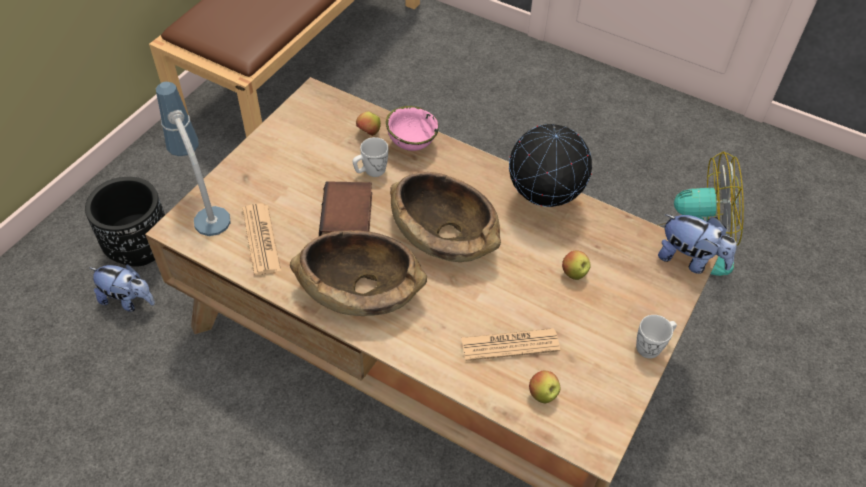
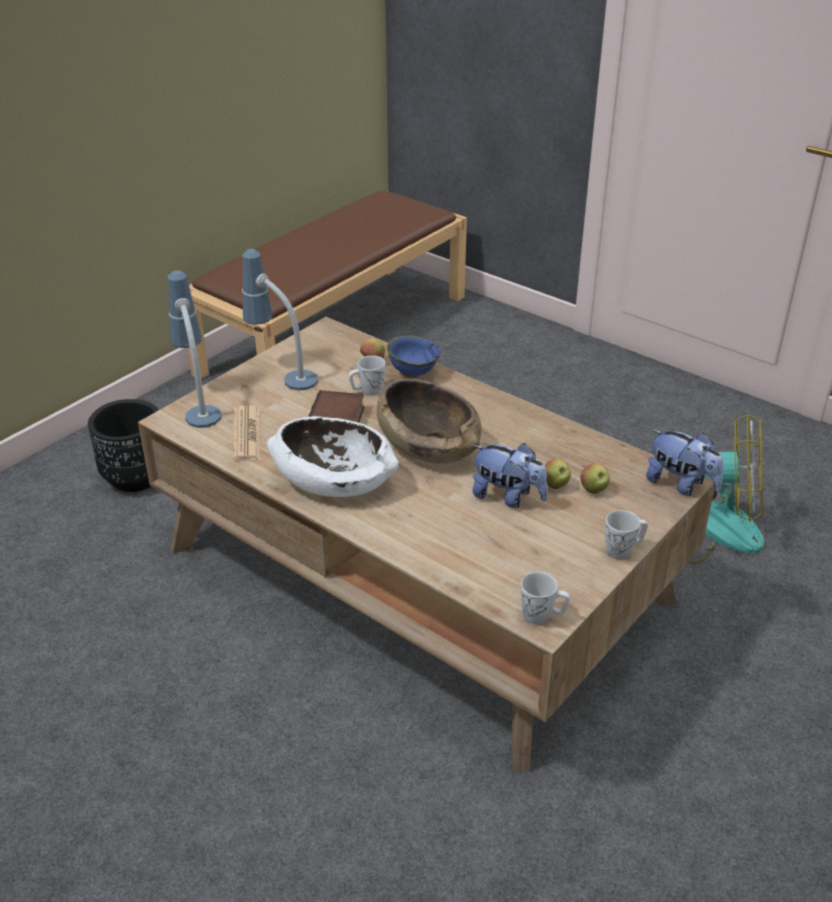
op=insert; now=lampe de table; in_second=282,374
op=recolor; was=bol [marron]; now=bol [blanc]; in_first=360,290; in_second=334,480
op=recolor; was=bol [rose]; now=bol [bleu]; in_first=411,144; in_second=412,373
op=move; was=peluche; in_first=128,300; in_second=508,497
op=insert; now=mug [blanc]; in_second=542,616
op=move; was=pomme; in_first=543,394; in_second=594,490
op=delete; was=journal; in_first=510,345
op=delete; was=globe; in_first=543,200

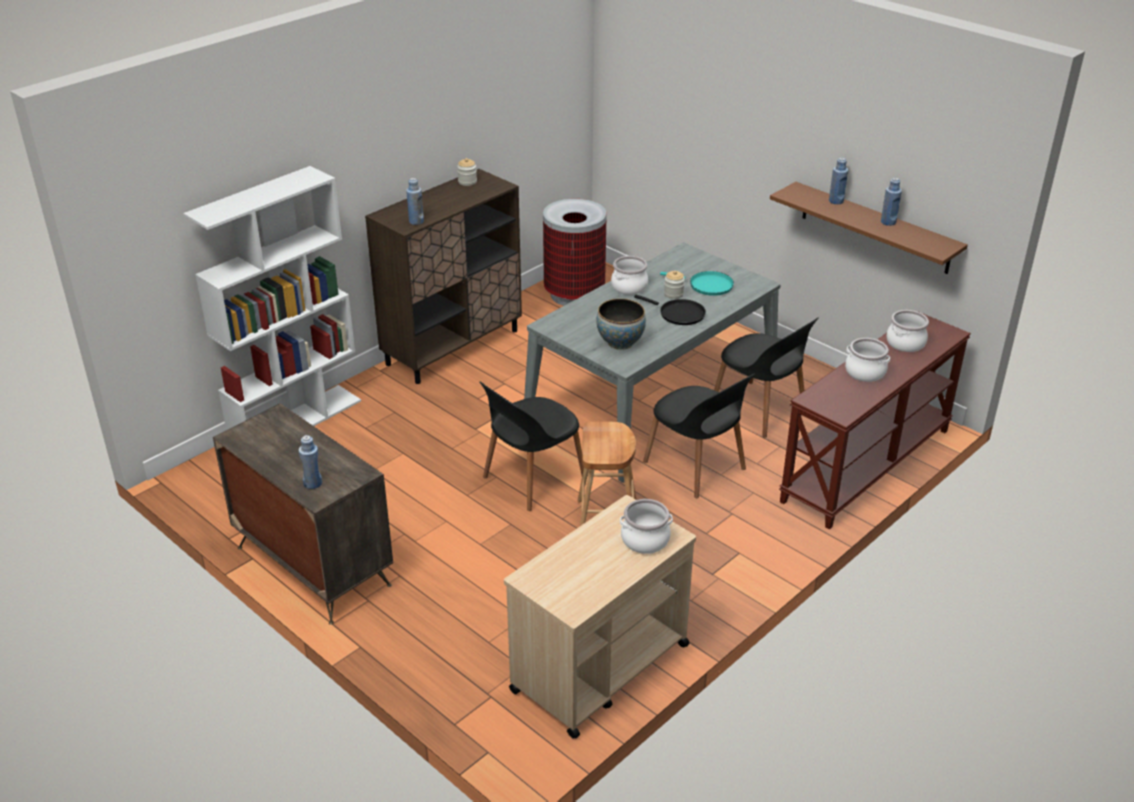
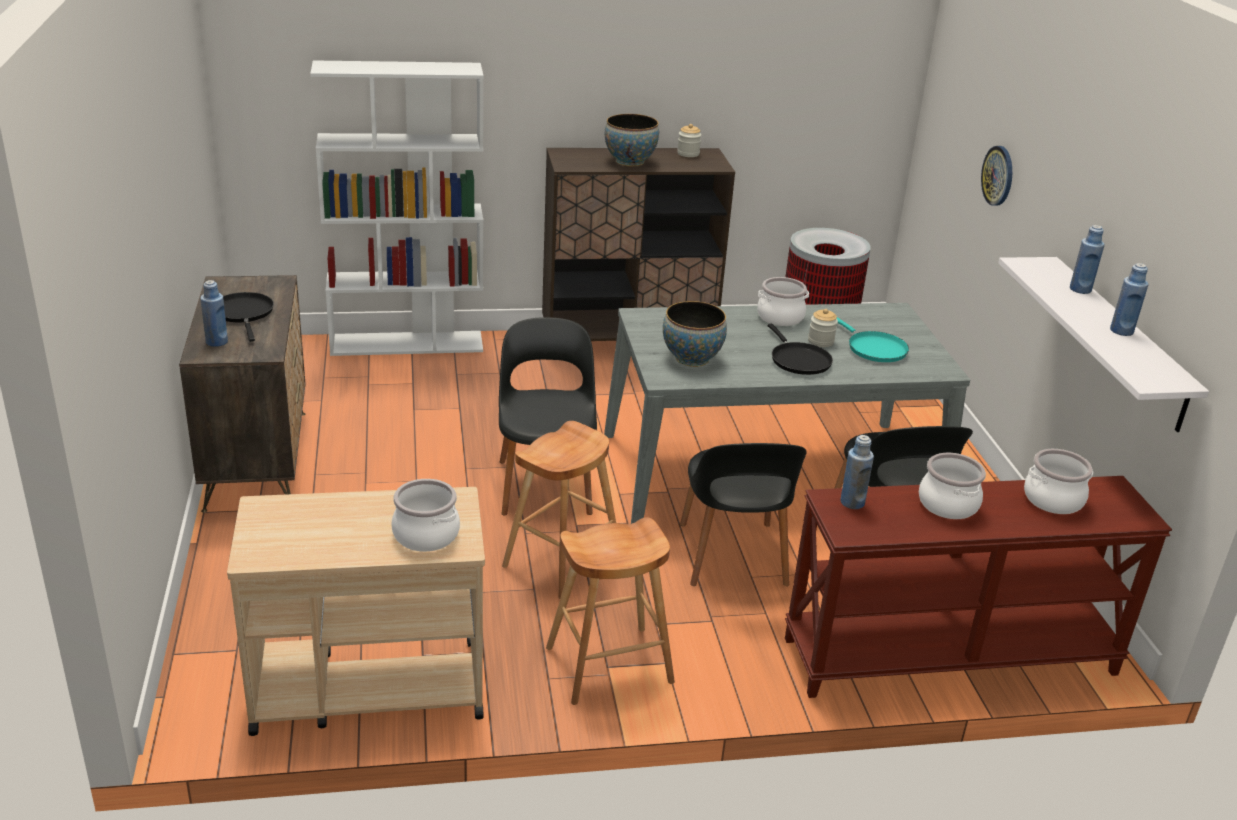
op=insert; now=poêle [noir]; in_second=244,314
op=rotate; was=chaise [noir]; in_first=532,479; in_second=545,484; clockwise=90
op=insert; now=tabouret [marron]; in_second=609,665
op=insert; now=bol; in_second=630,161
op=move; was=bouteille [bleu]; in_first=416,221; in_second=852,502
op=insert; now=horloge murale; in_second=998,175
op=recolor; was=étagère [marron]; now=étagère [blanc]; in_first=875,228; in_second=1118,342

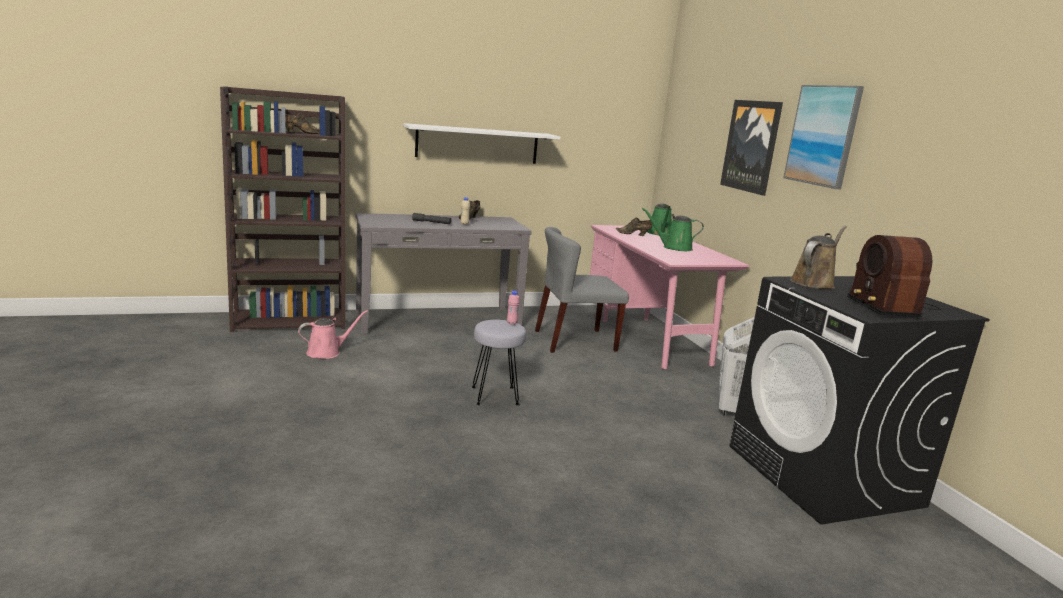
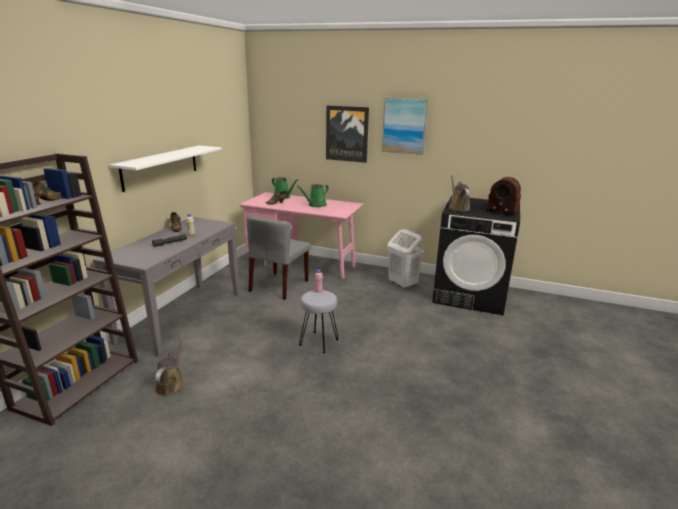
op=recolor; was=arrosoir [rose]; now=arrosoir [marron]; in_first=327,352; in_second=171,384

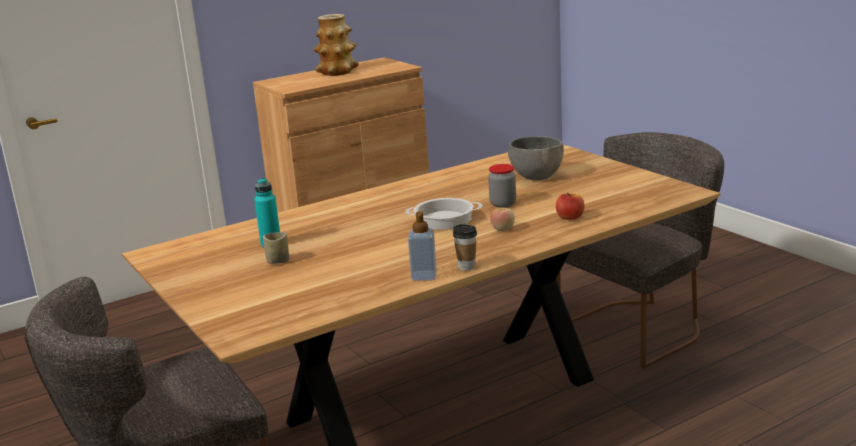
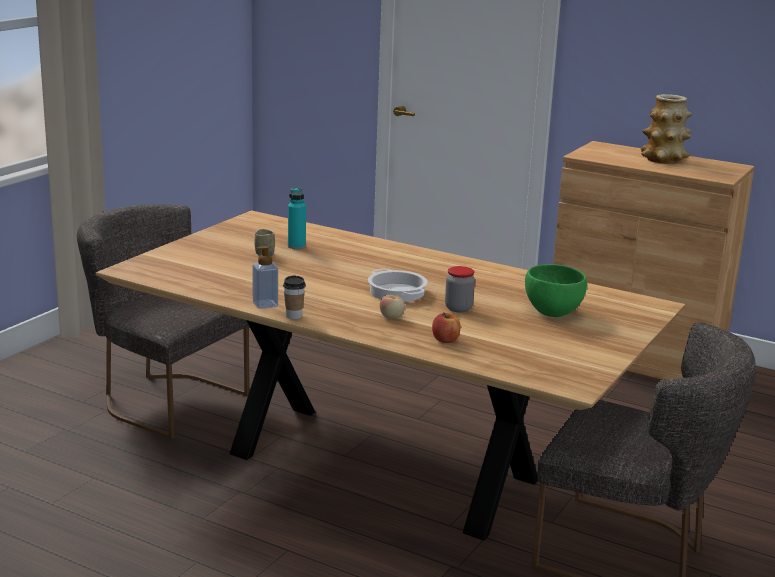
op=recolor; was=bol [gris]; now=bol [vert]; in_first=537,176; in_second=553,312

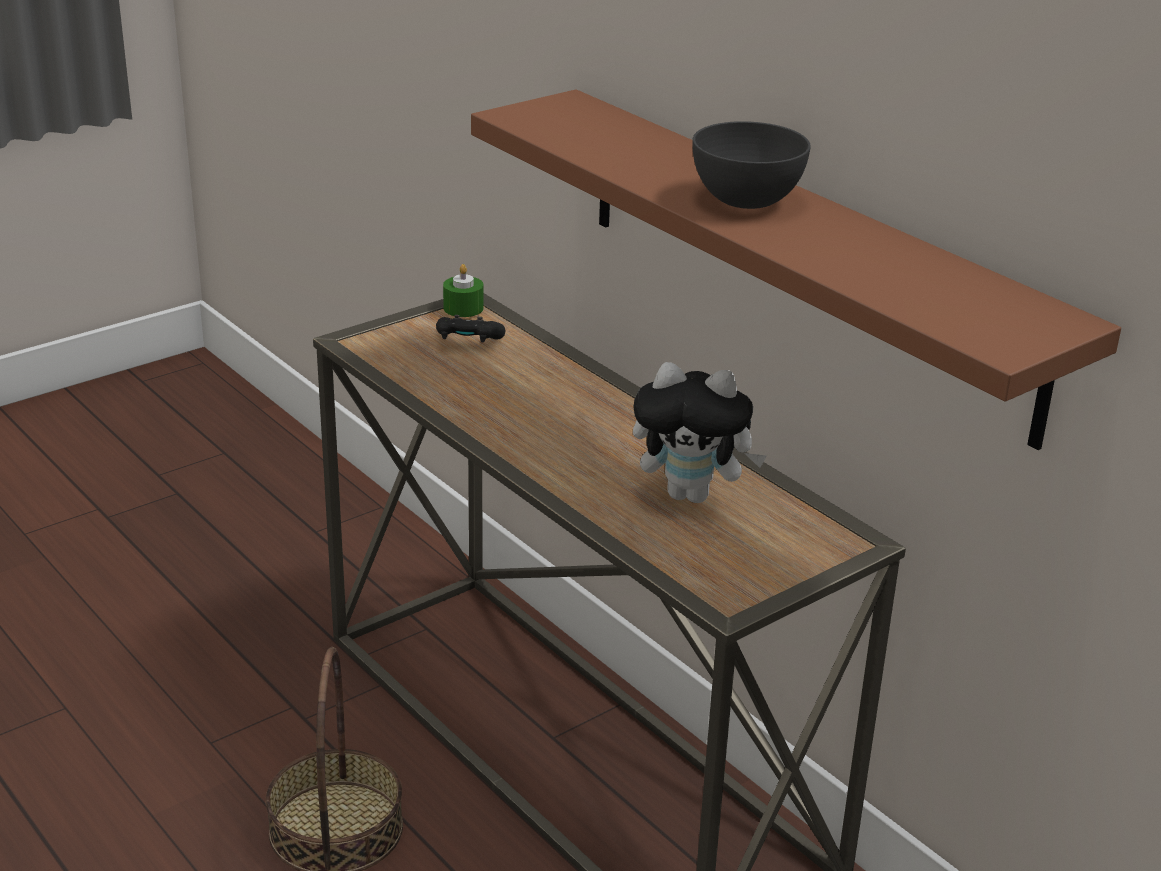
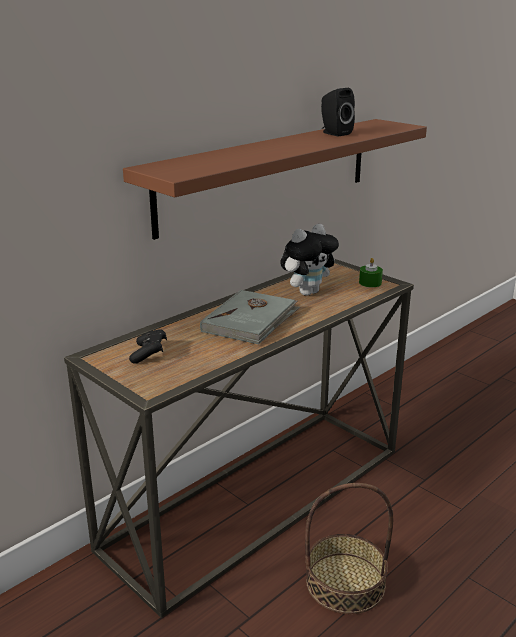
op=insert; now=livre [gris]; in_second=251,320
op=rotate; was=peluche; in_first=692,494; in_second=307,292; clockwise=45
op=insert; now=enceinte [noir]; in_second=334,133
op=move; was=bougie [vert]; in_first=463,308; in_second=370,283
op=delete; was=bol [gris]; in_first=746,201

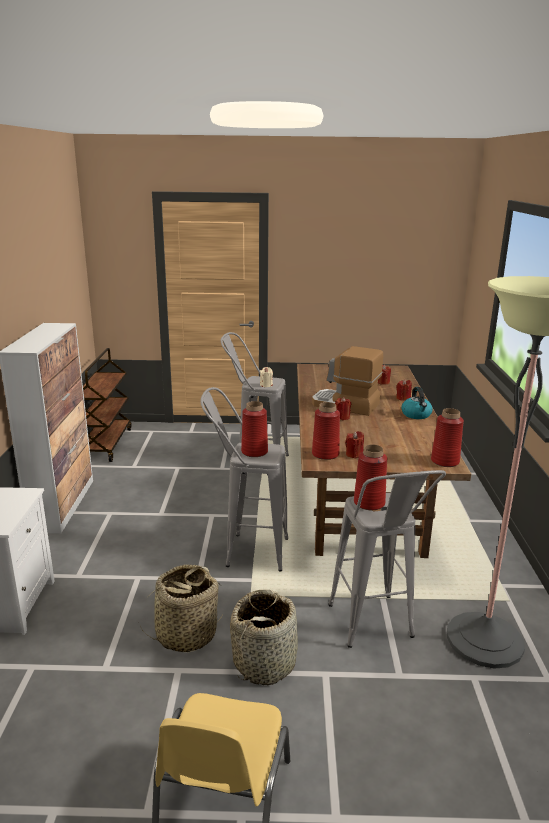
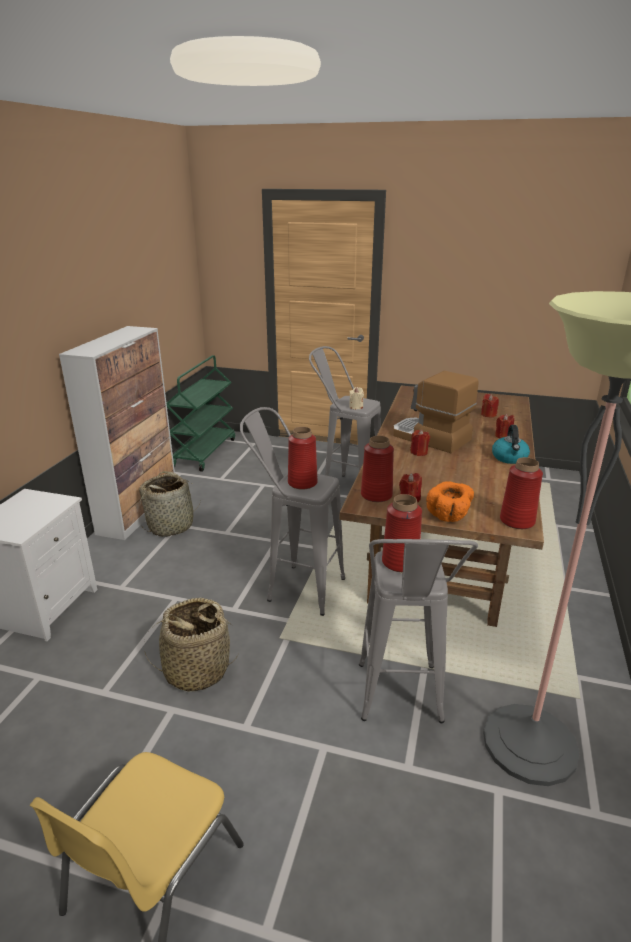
op=move; was=panier; in_first=265,662; in_second=171,525
op=recolor; was=chariot [marron]; now=chariot [vert]; in_first=105,444; in_second=204,452
op=insert; now=bol [orange]; in_second=449,516

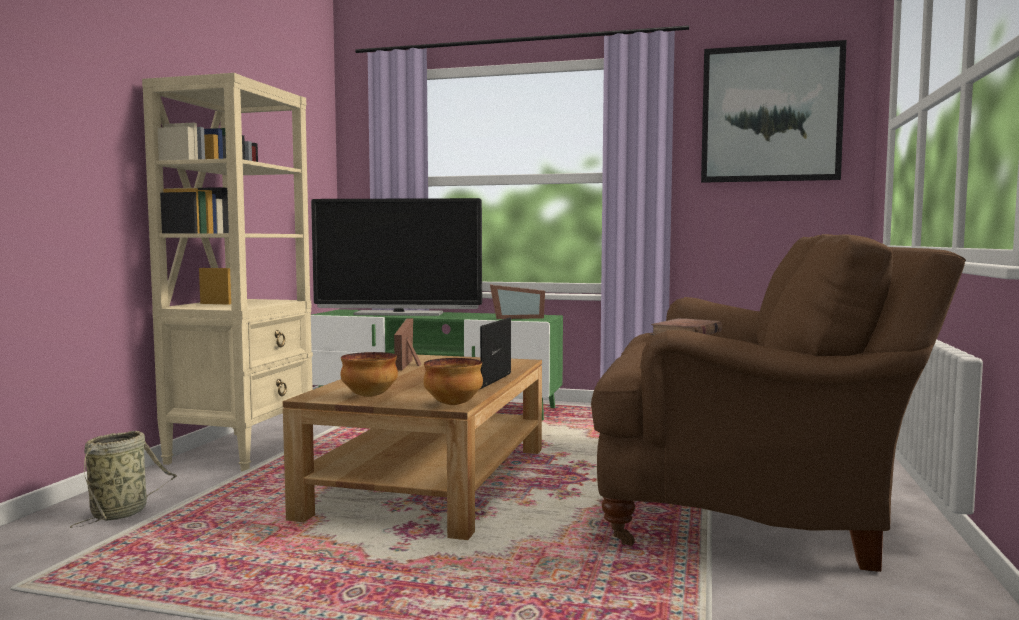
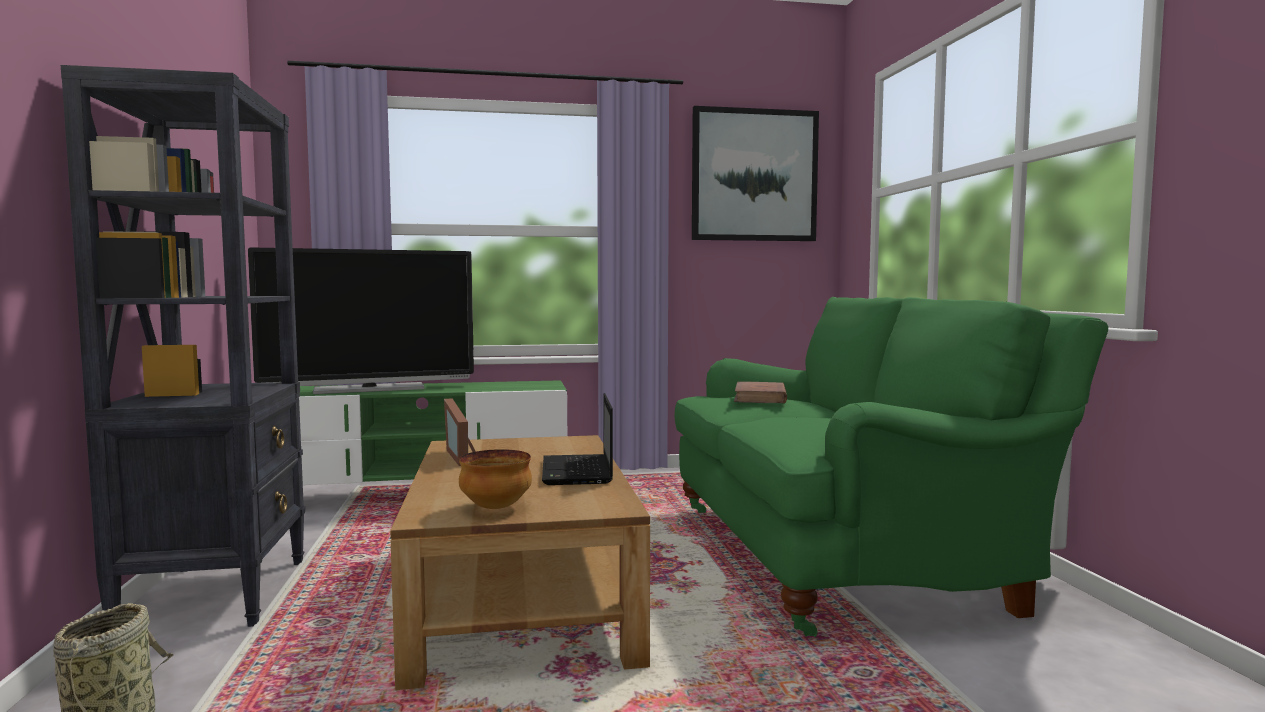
op=recolor; was=bibliothèque [beige]; now=bibliothèque [noir]; in_first=242,450; in_second=217,594
op=recolor; was=canapé [marron]; now=canapé [vert]; in_first=747,494; in_second=840,555
op=delete; was=bol; in_first=454,404
op=delete; was=cadre photo; in_first=516,317

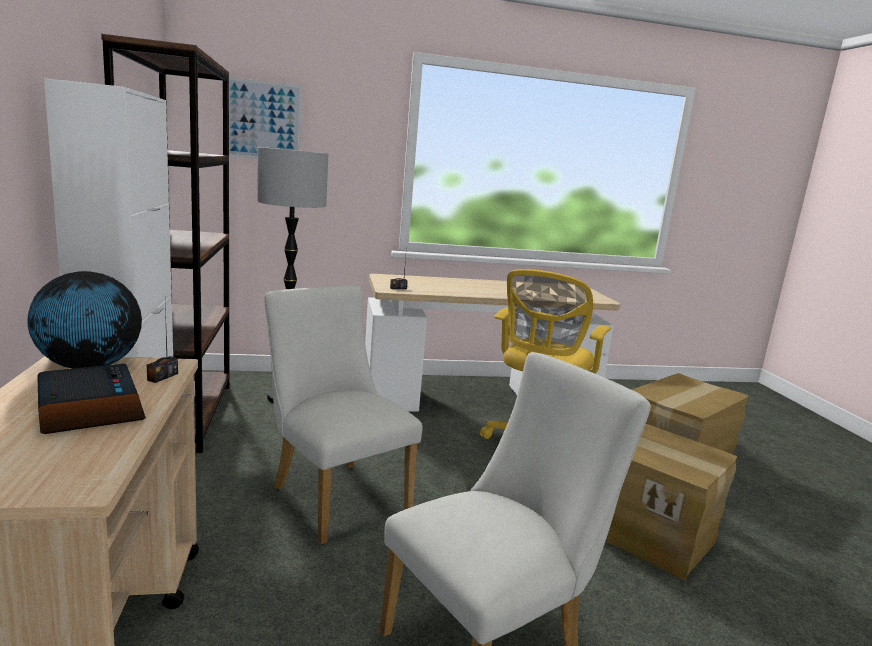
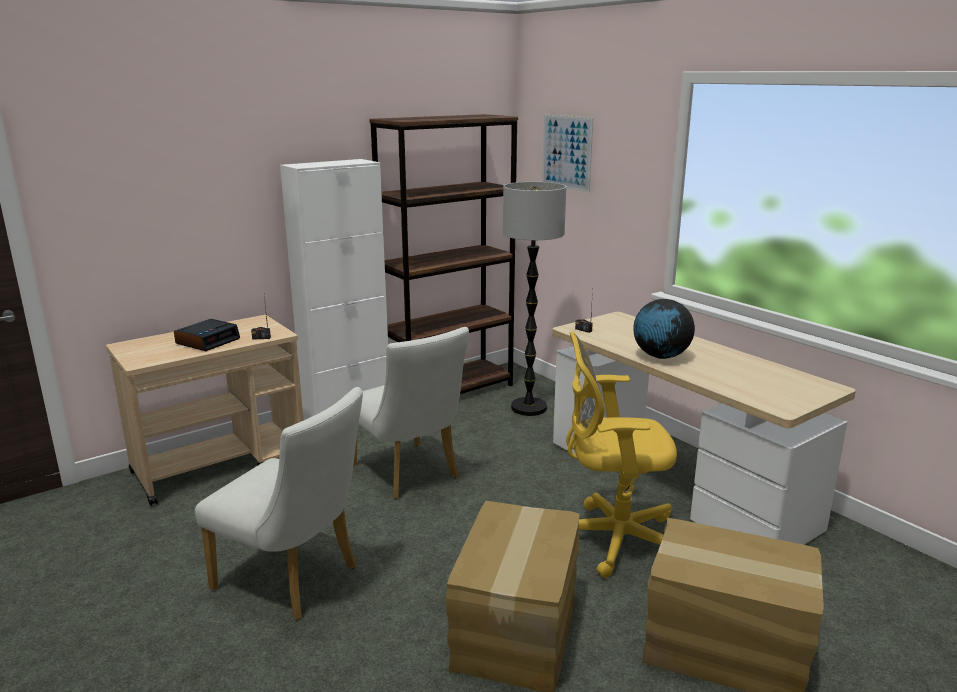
op=rotate; was=chaise [blanc]; in_first=334,495; in_second=409,474; clockwise=120
op=move; was=globe; in_first=89,367; in_second=660,356

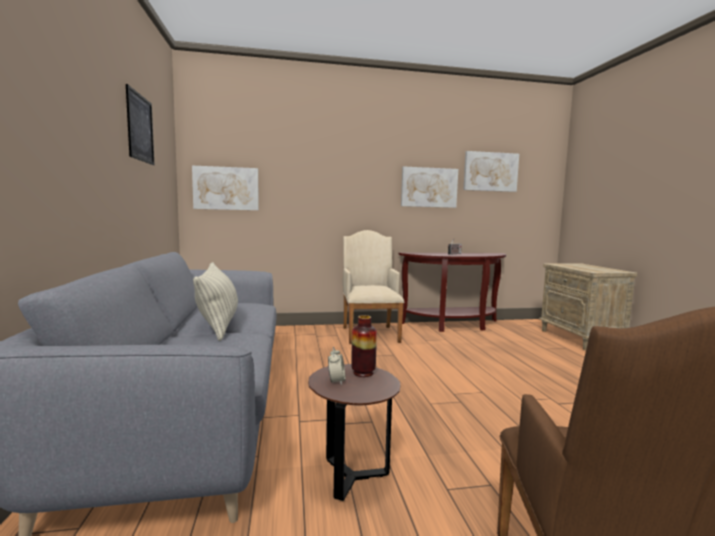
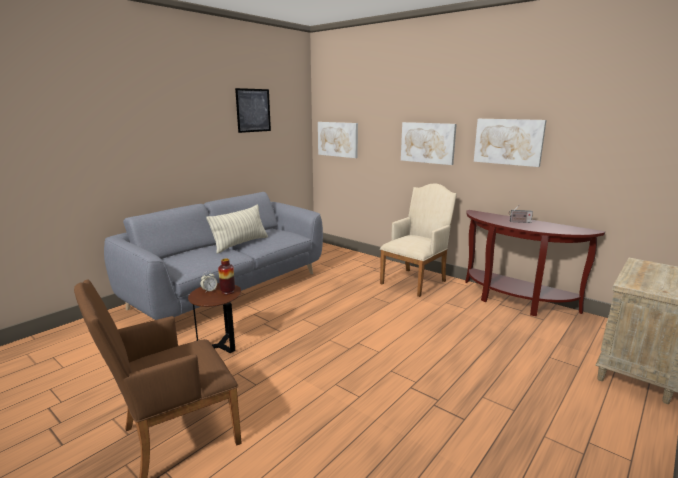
op=move; was=tableau; in_first=490,172; in_second=428,142

